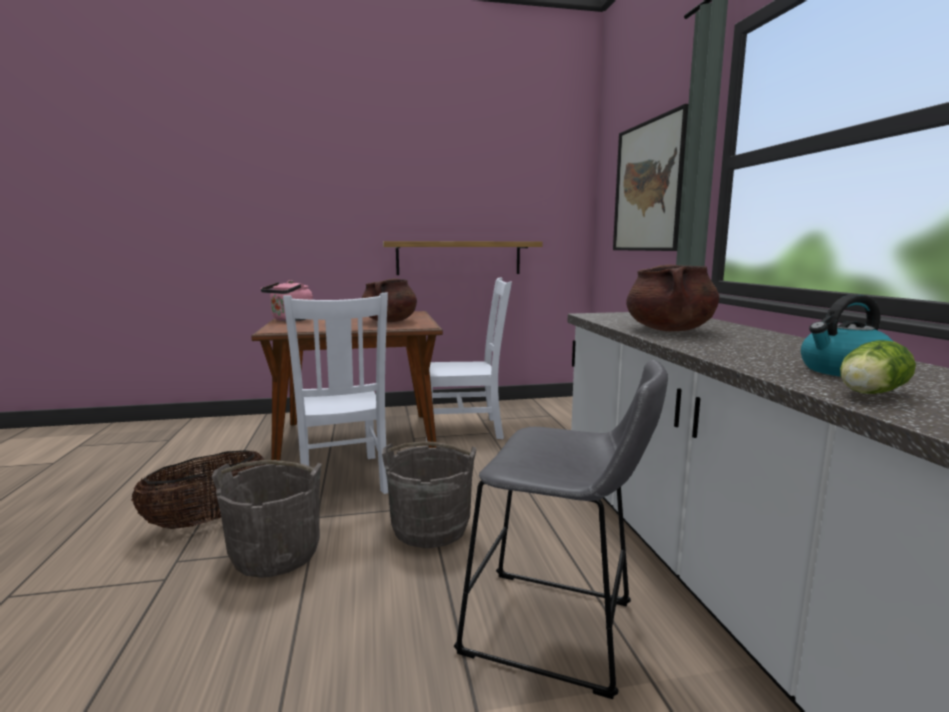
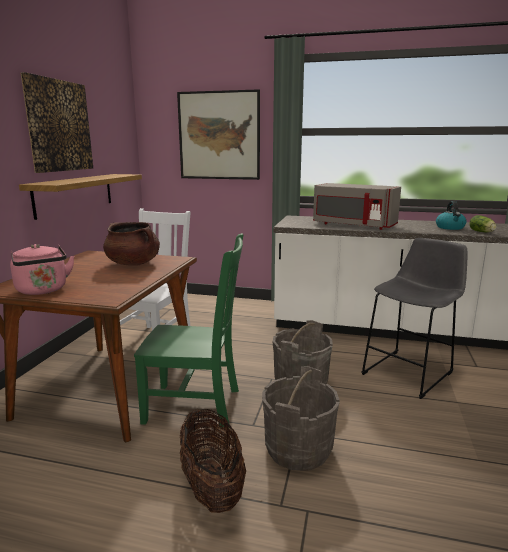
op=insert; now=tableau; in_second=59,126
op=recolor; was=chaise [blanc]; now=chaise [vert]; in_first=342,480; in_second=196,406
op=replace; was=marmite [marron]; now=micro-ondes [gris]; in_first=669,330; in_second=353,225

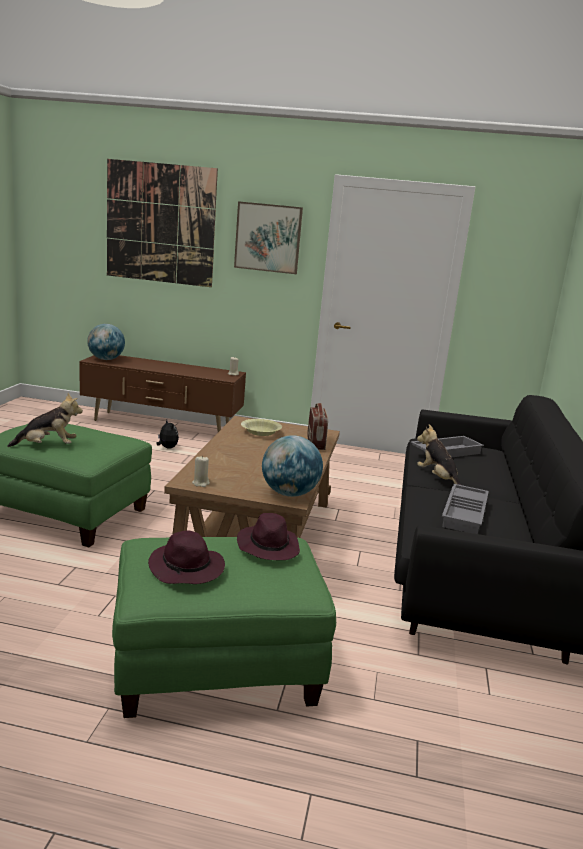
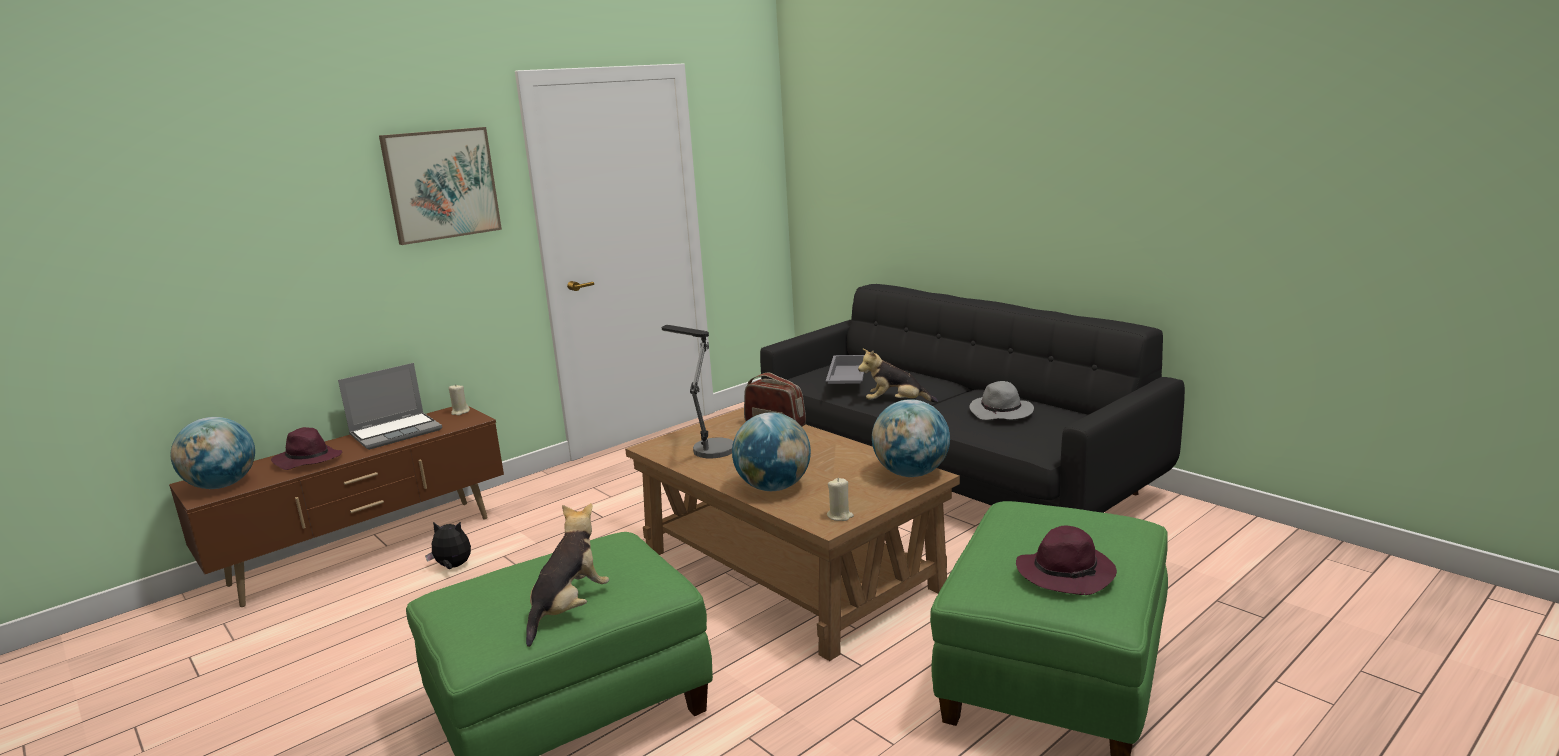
op=move; was=chapeau [violet]; in_first=268,547; in_second=307,460
op=insert; now=ordinateur portable; in_second=397,432
op=replace; was=bol [jaune]; now=lampe de table; in_first=260,432; in_second=706,446
op=insert; now=globe; in_second=773,487
op=replace; was=plateau [gris]; now=chapeau [gris]; in_first=465,514; in_second=1001,412
op=delete; was=tableau; in_first=160,223

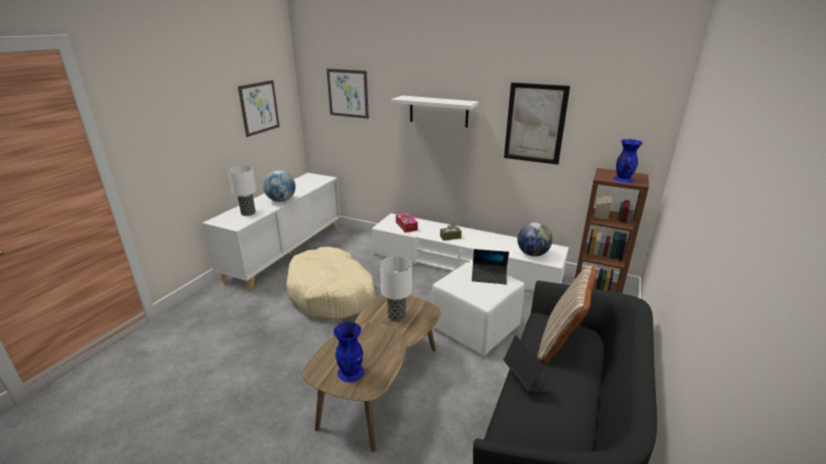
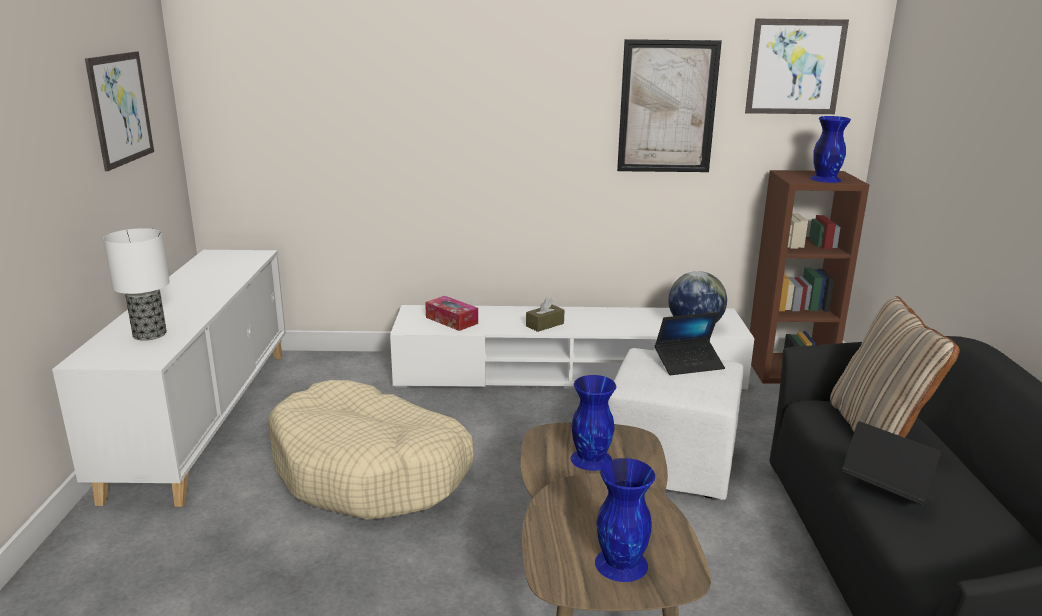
op=replace; was=lampe de table; now=vase [bleu]; in_first=397,316; in_second=591,458
op=move; was=tableau; in_first=348,93; in_second=795,67
op=delete; was=globe; in_first=281,200
op=delete; was=étagère [blanc]; in_first=438,111

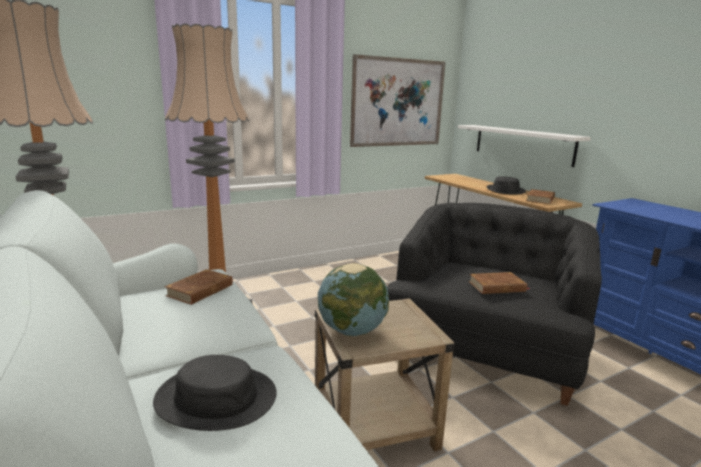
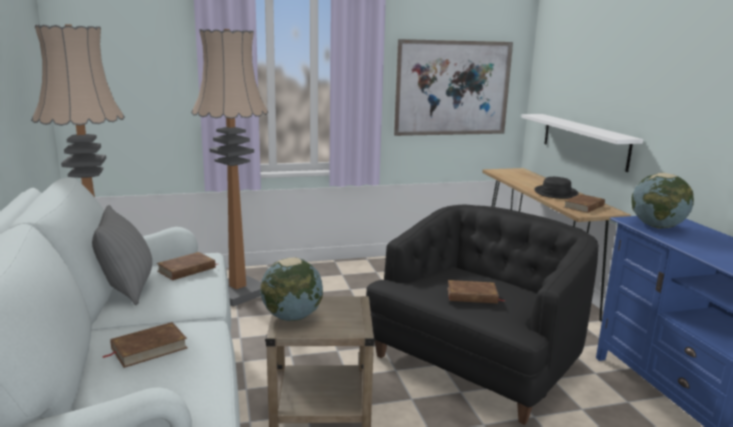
op=insert; now=coussin [gris]; in_second=127,288
op=replace; was=chapeau [noir]; now=livre [marron]; in_first=216,398; in_second=149,348
op=insert; now=globe; in_second=657,226

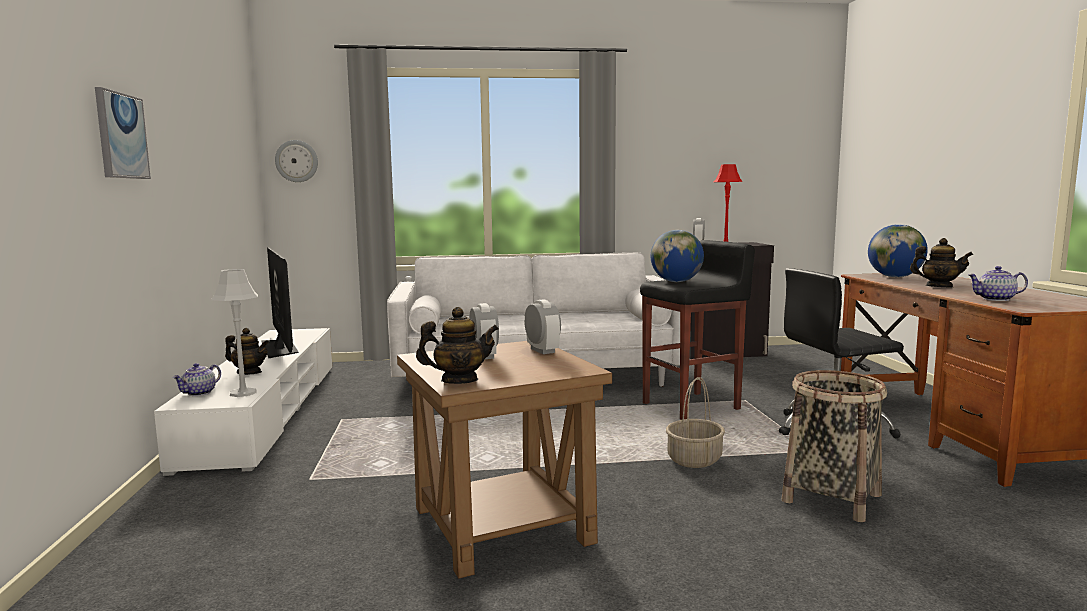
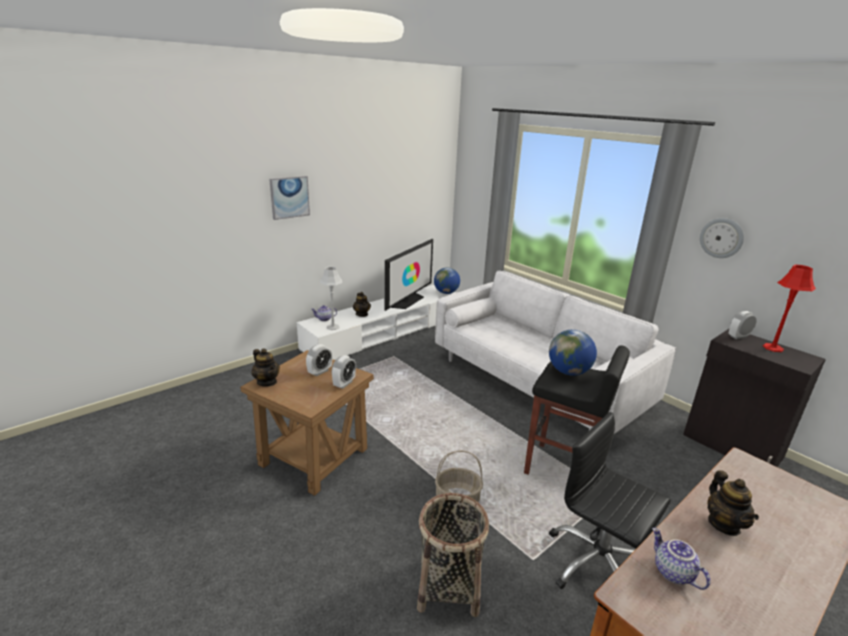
op=move; was=globe; in_first=895,277; in_second=446,293
op=move; was=horloge murale; in_first=296,161; in_second=721,238

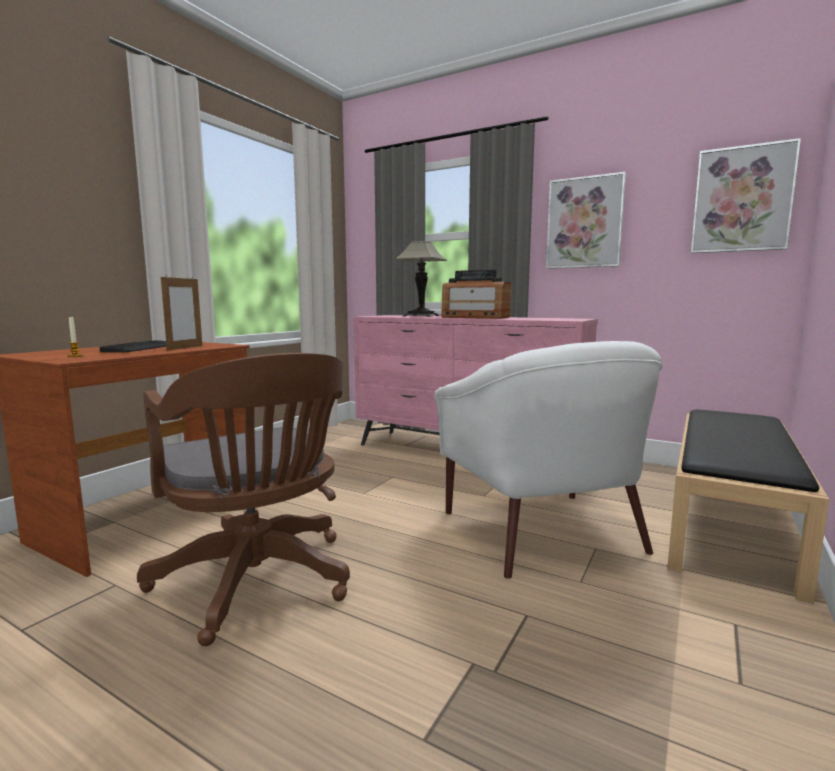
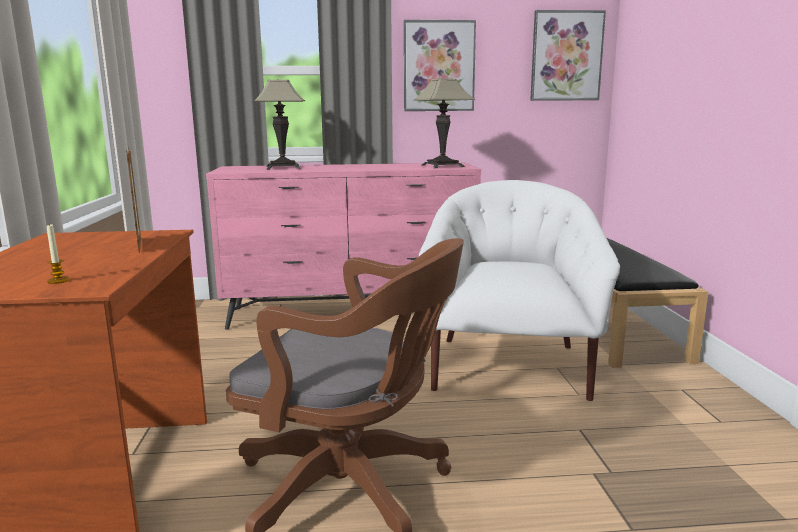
op=insert; now=lampe de table; in_second=442,166
op=rotate; was=fauteuil [blanc]; in_first=543,531; in_second=508,366; clockwise=-120
op=delete; was=clavier; in_first=140,348
op=delete; was=radio; in_first=475,317

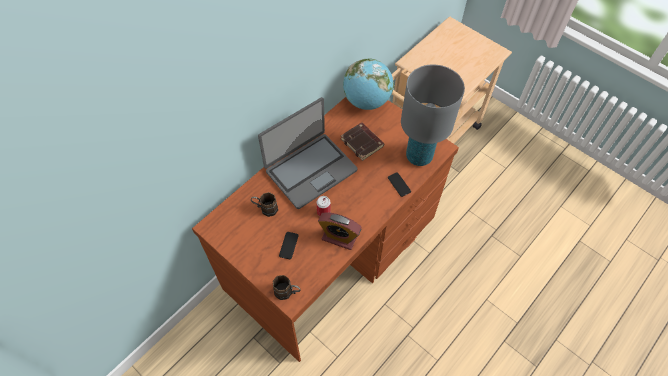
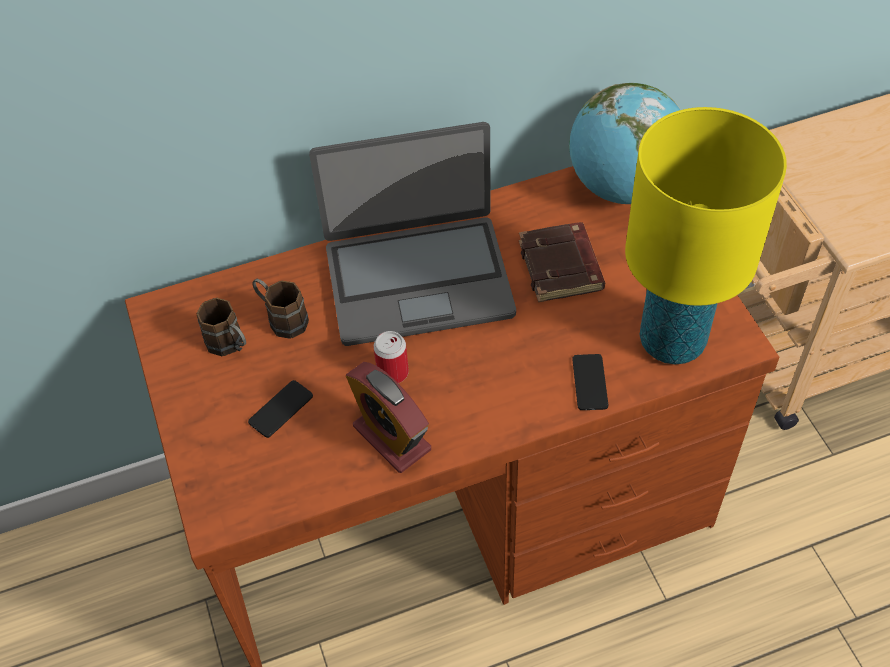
op=move; was=mug [marron]; in_first=287,292; in_second=230,345
op=recolor; was=lampe de table [gris]; now=lampe de table [jaune]; in_first=419,156; in_second=671,341

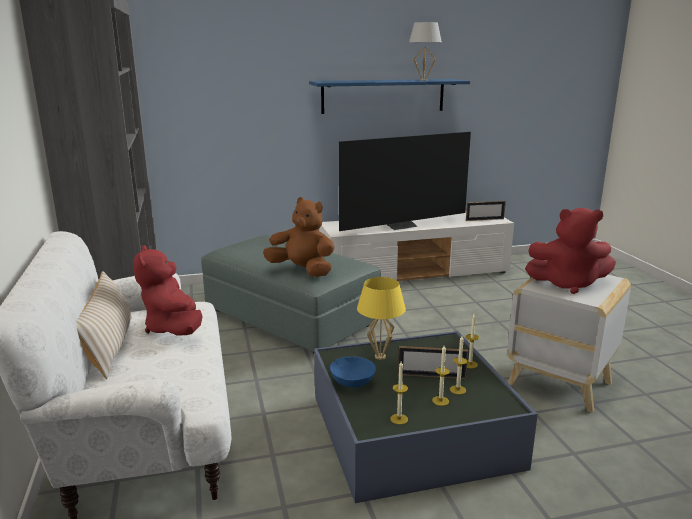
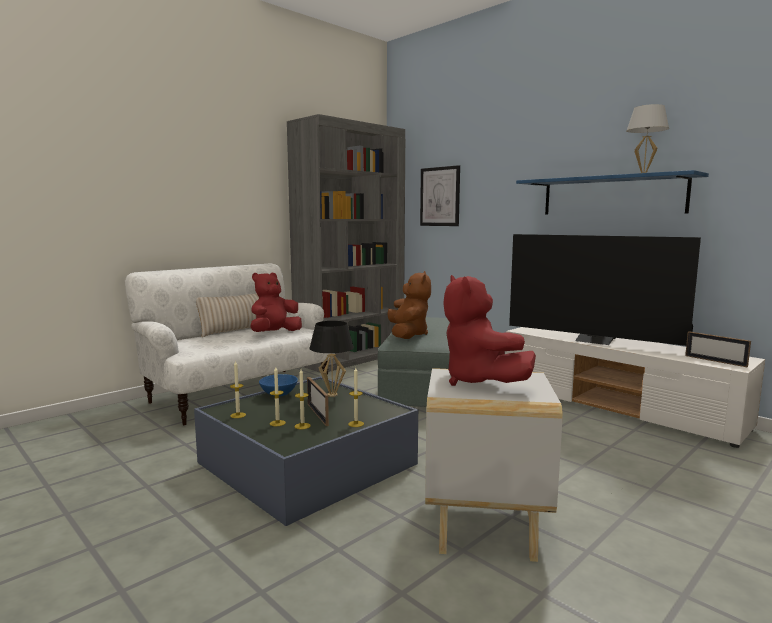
op=recolor; was=lampe de table [jaune]; now=lampe de table [noir]; in_first=380,356; in_second=332,395
op=insert; now=tableau; in_second=440,196

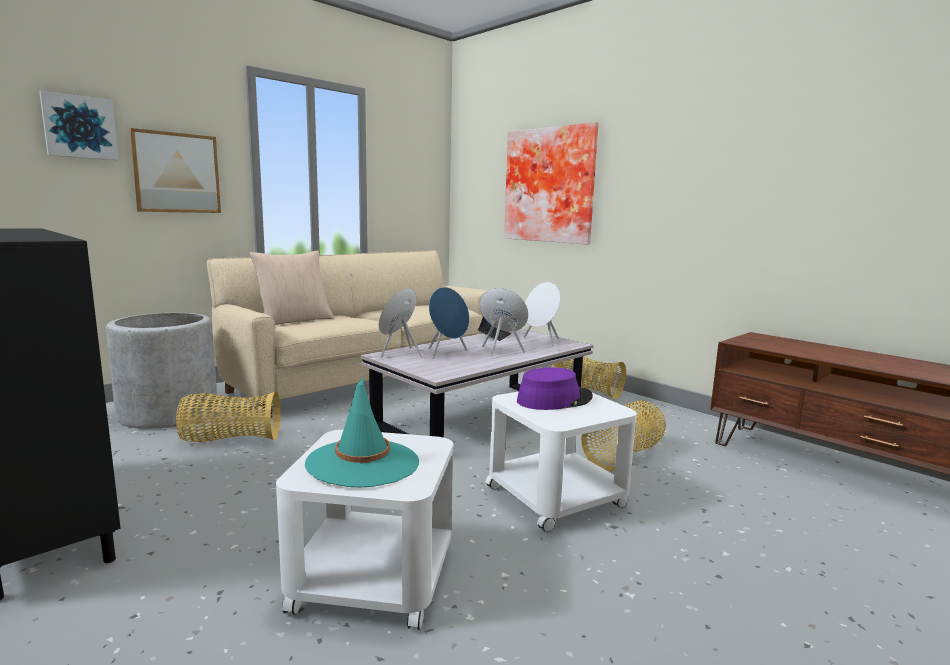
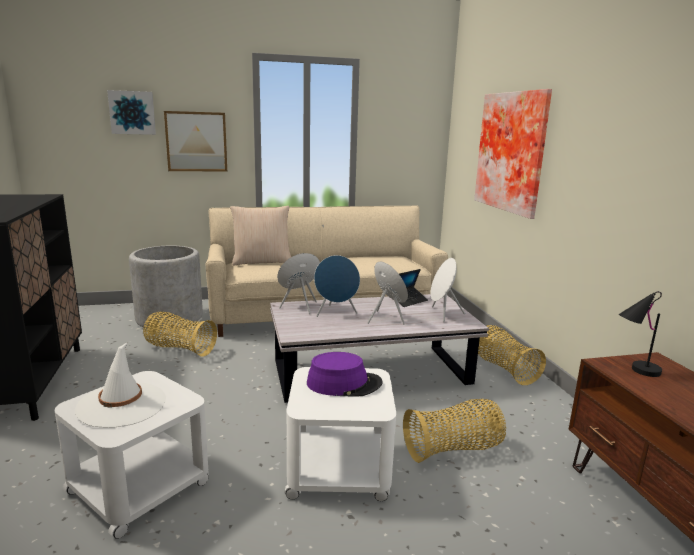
op=recolor; was=chapeau [turquoise]; now=chapeau [blanc]; in_first=363,463; in_second=122,405
op=insert; now=lampe de table [noir]; in_second=634,370

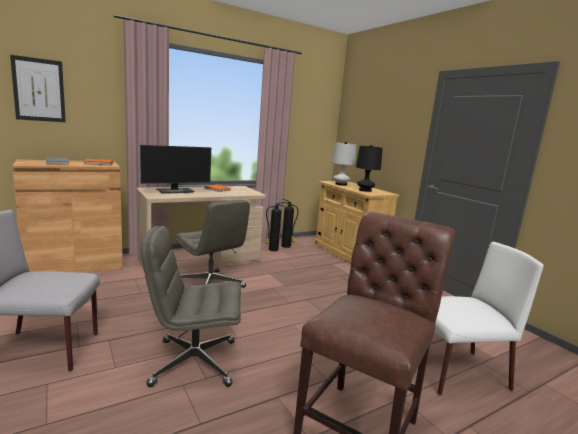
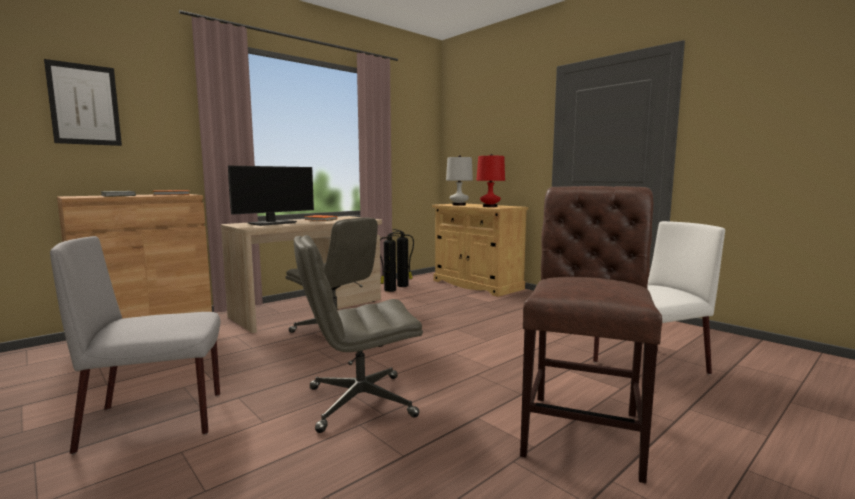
op=recolor; was=lampe de table [noir]; now=lampe de table [rouge]; in_first=365,190; in_second=490,206

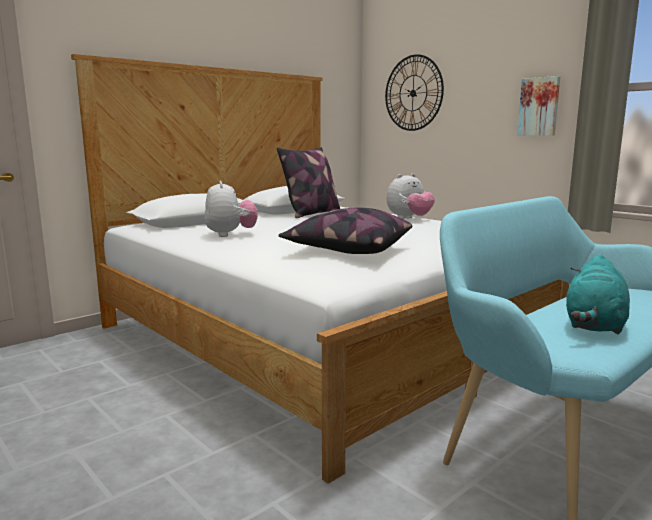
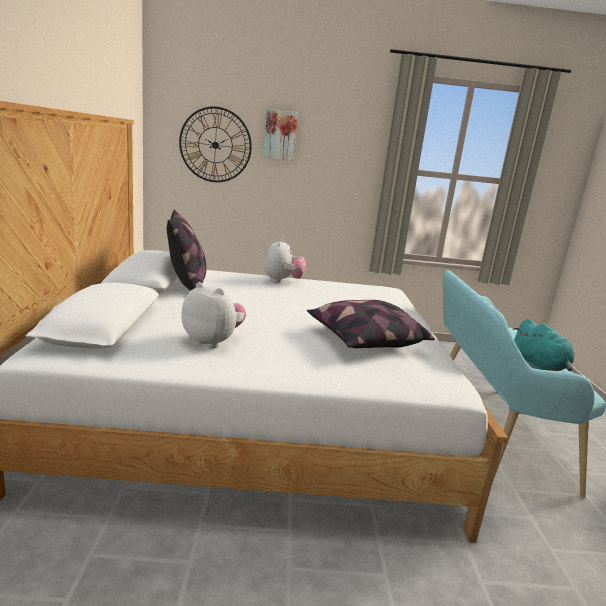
op=move; was=tableau; in_first=539,107; in_second=280,135

